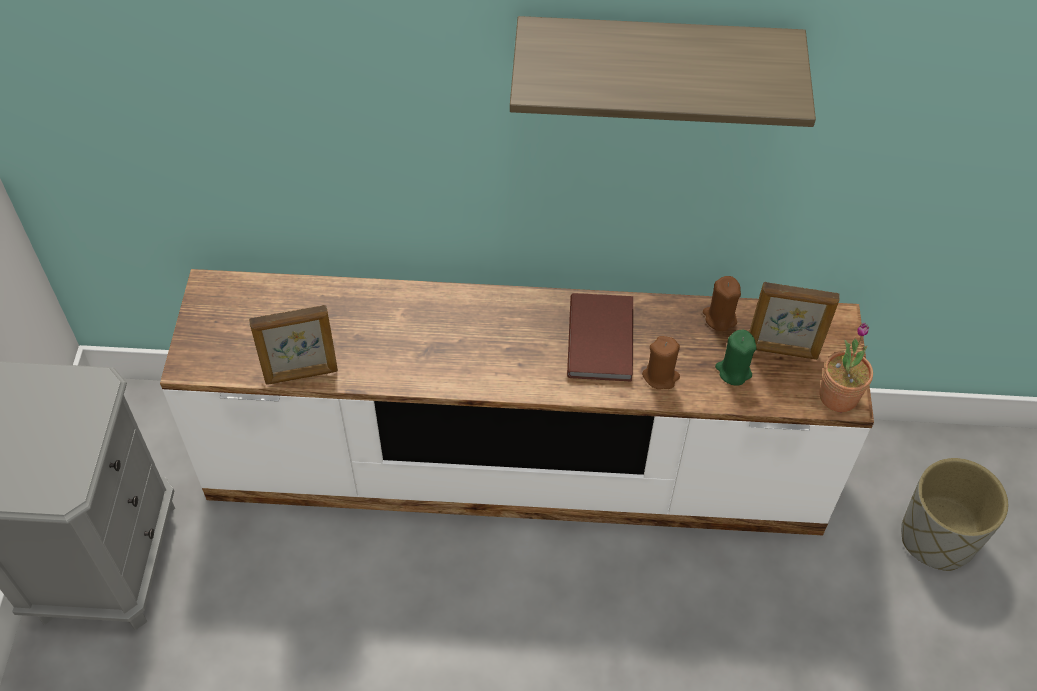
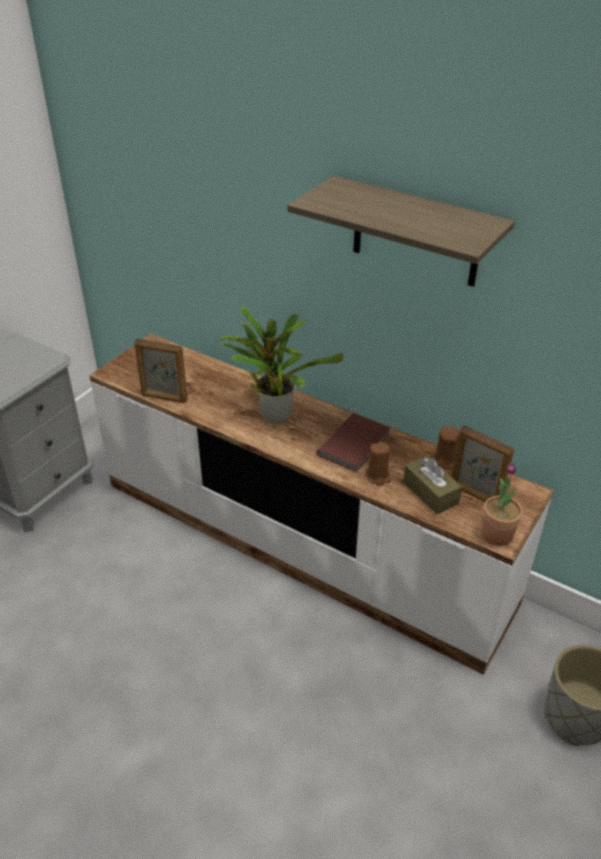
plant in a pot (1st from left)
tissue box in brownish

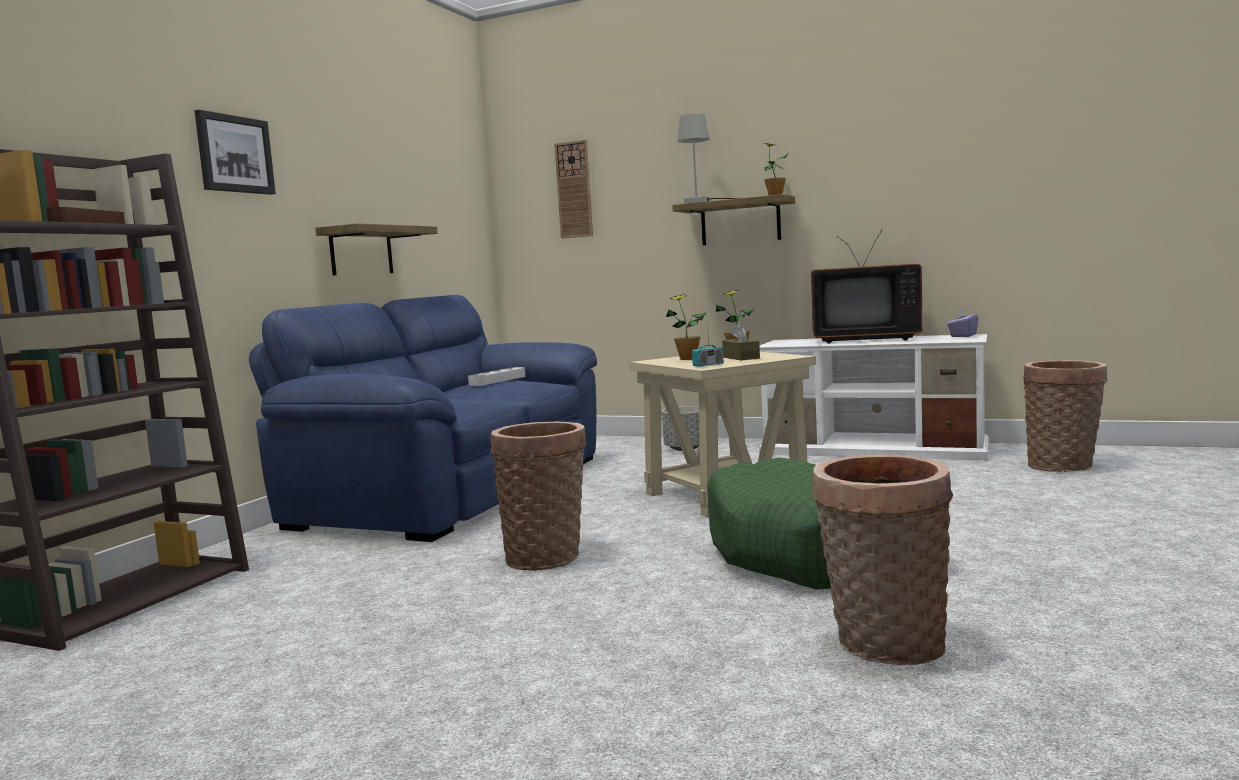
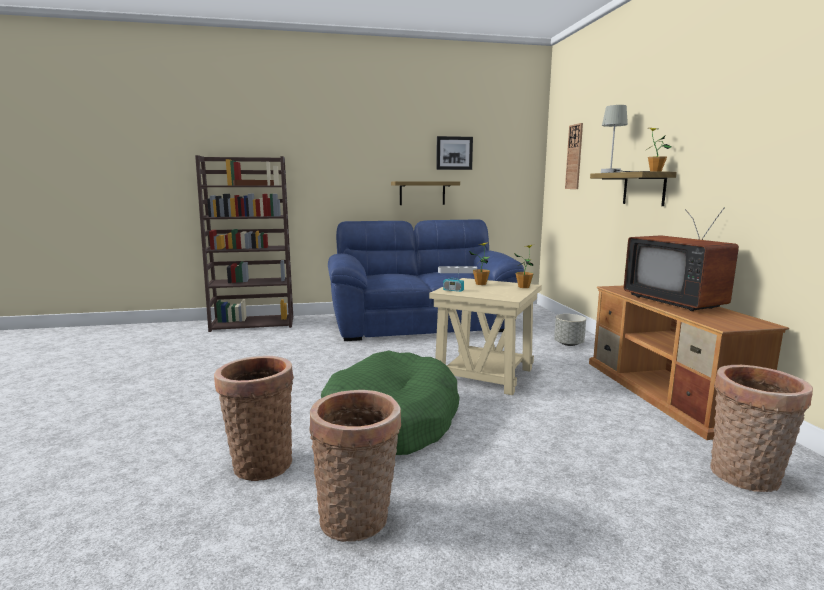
basket (2nd from left)
picture
media console in brownish
tissue box in brownish
tissue box in purple-coloured

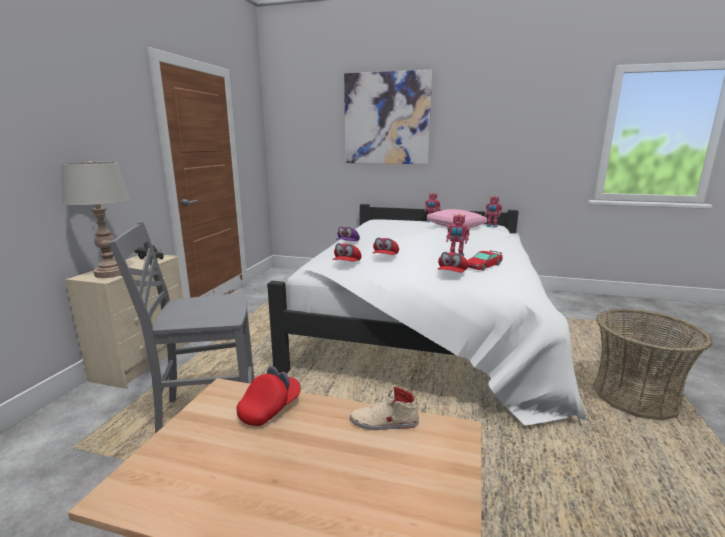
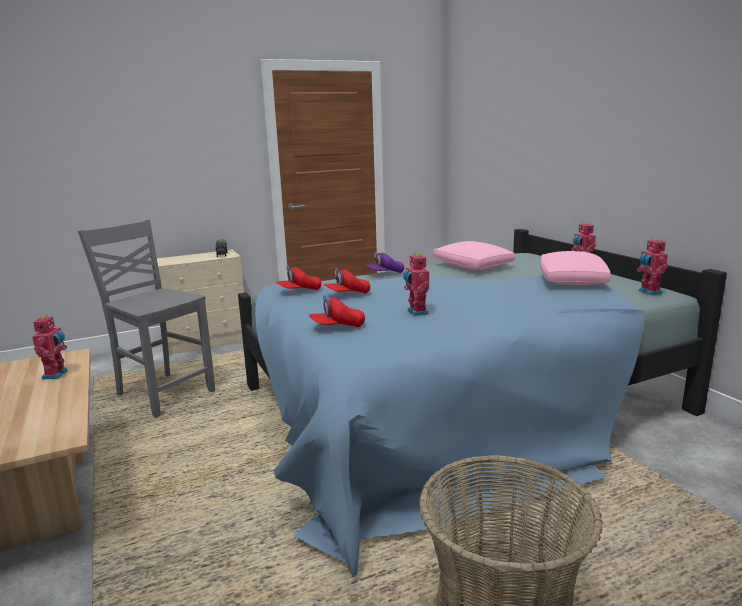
model robot (1st from left)
bedroom bed in bluish
throw pillow in pink-coloured (1st from left)
tabletop lamp in greyish
picture
item of footwear in beige
model car

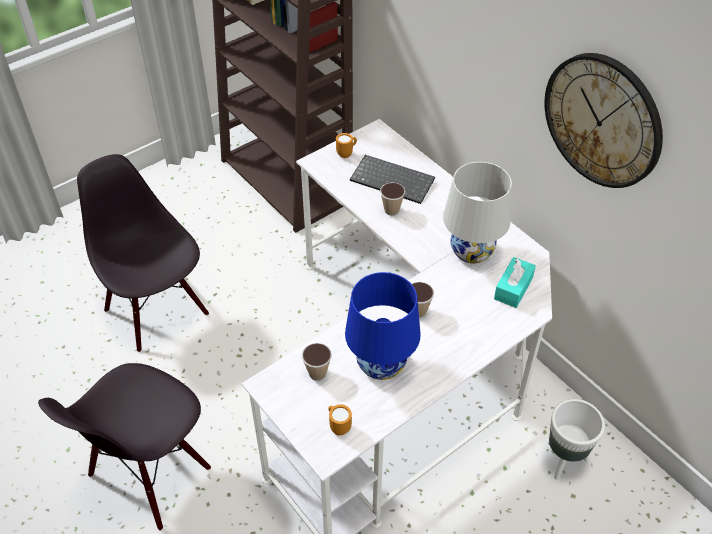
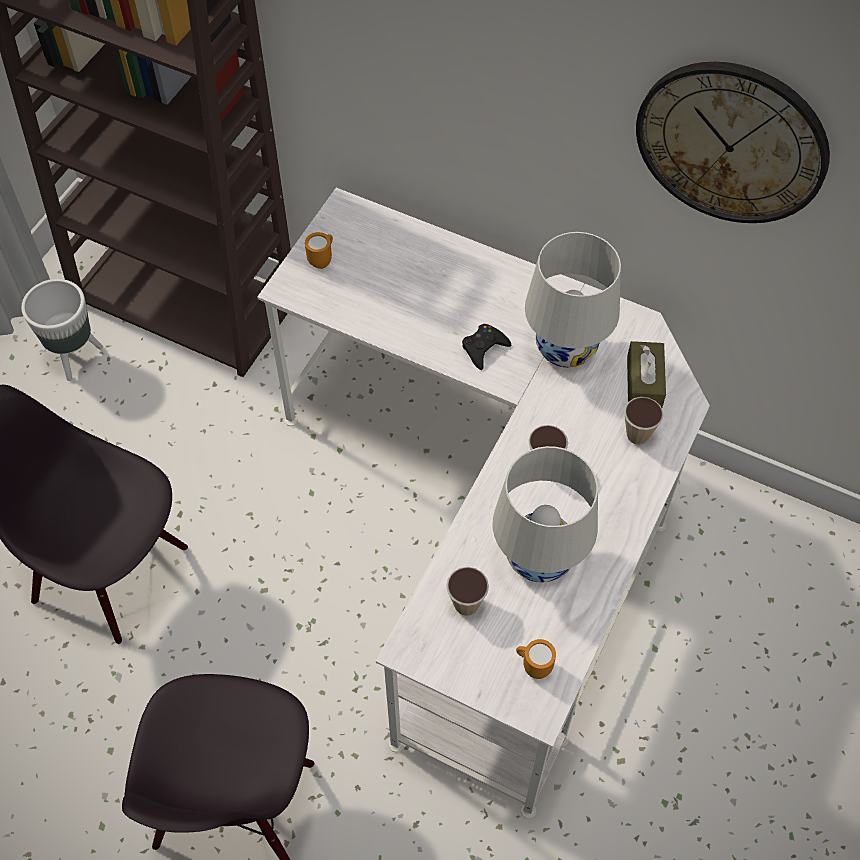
flower pot in whitish
gamepad in blackish
tabletop lamp in whitish (1st from left)
cup (3rd from left)
tissue box in brownish
PC keyboard

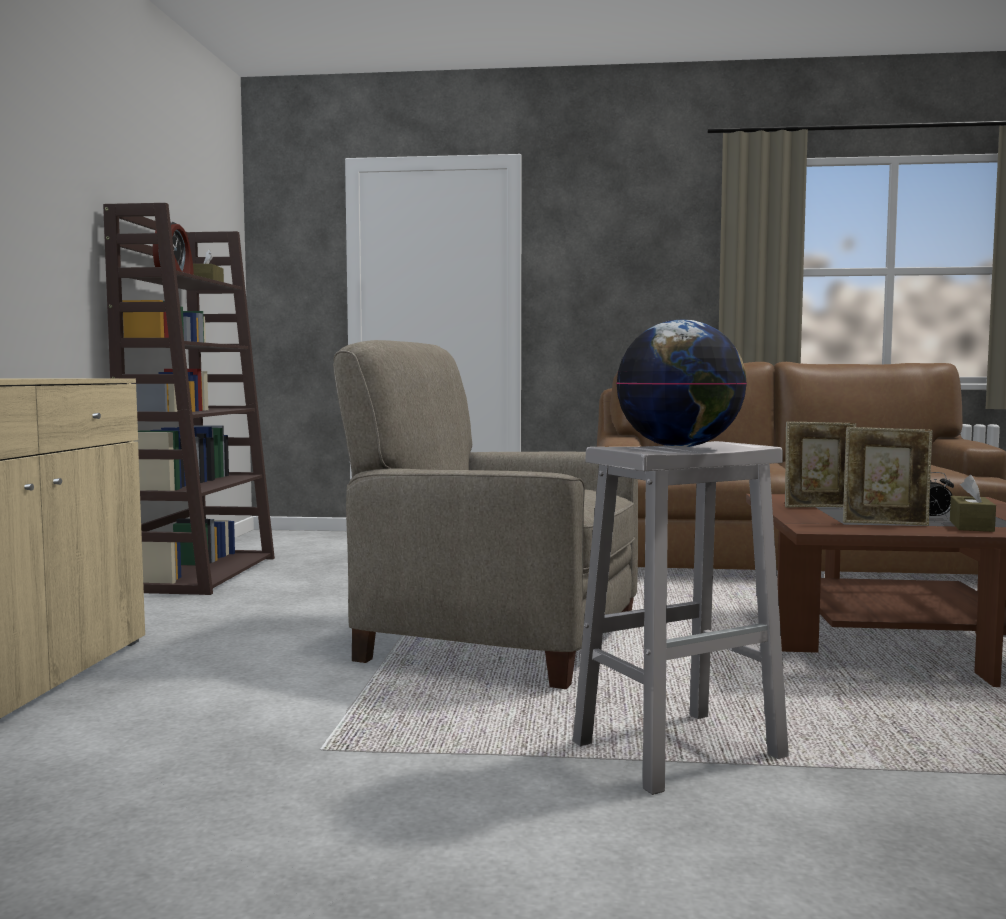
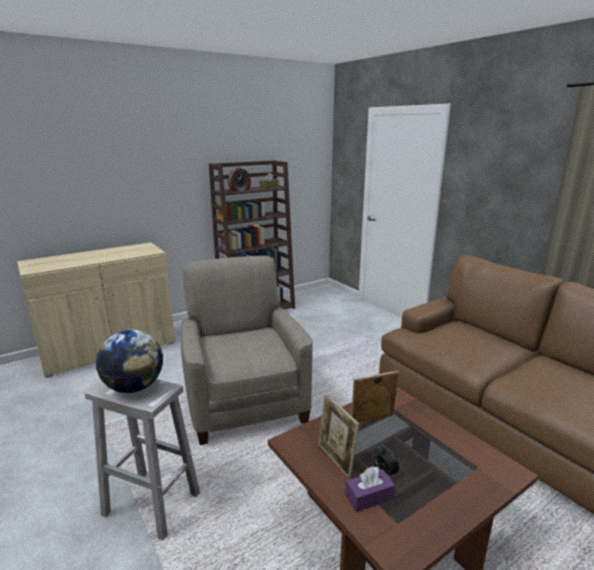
tissue box in purple-coloured
picture frame (2nd from left)

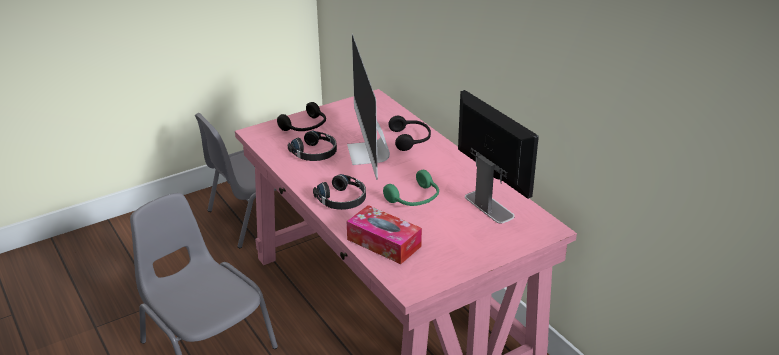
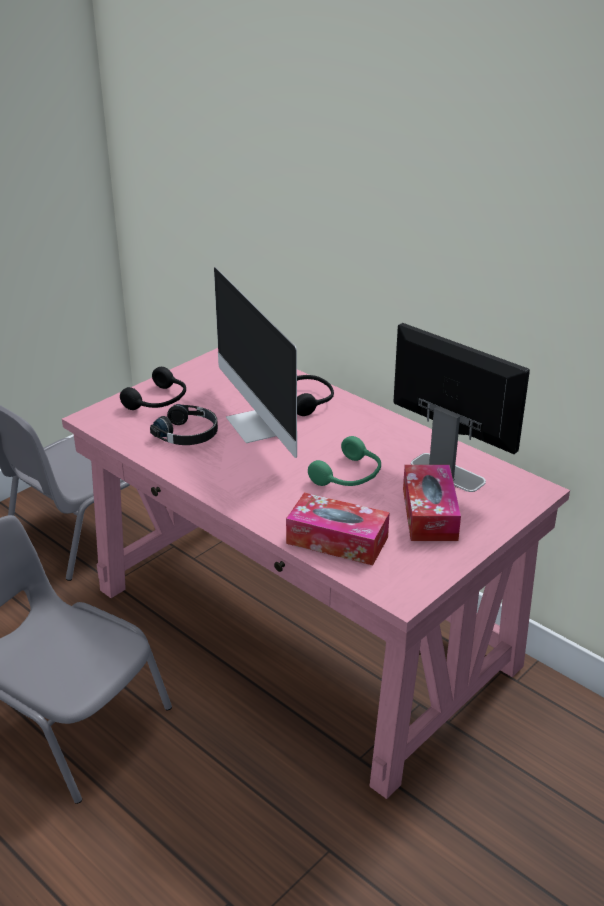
tissue box (2nd from left)
headset in blackish (3rd from left in the first image)

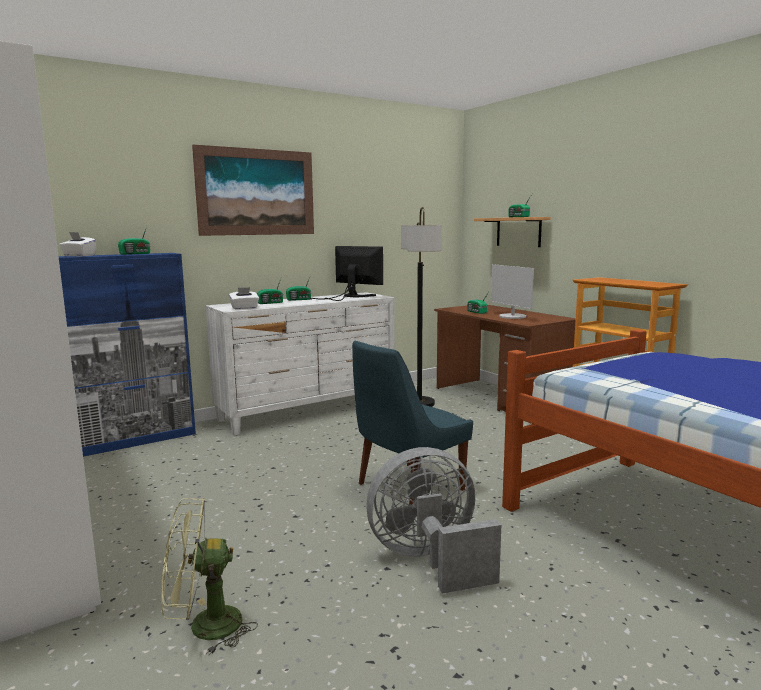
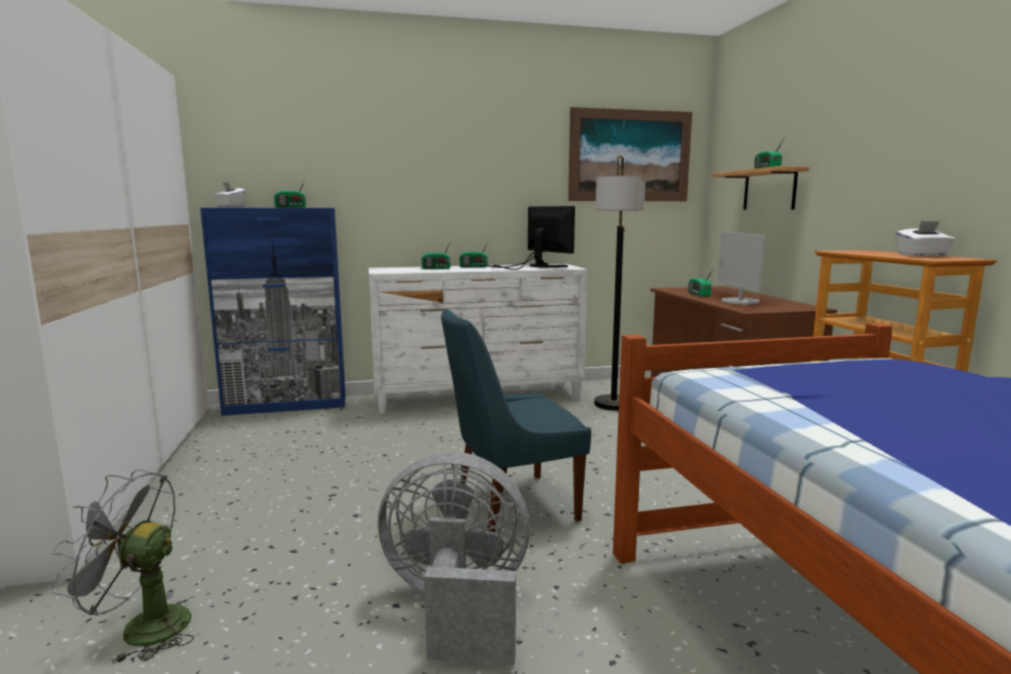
cooling fan in greyish (1st from left)
picture
tissue box in whitish (2nd from left)

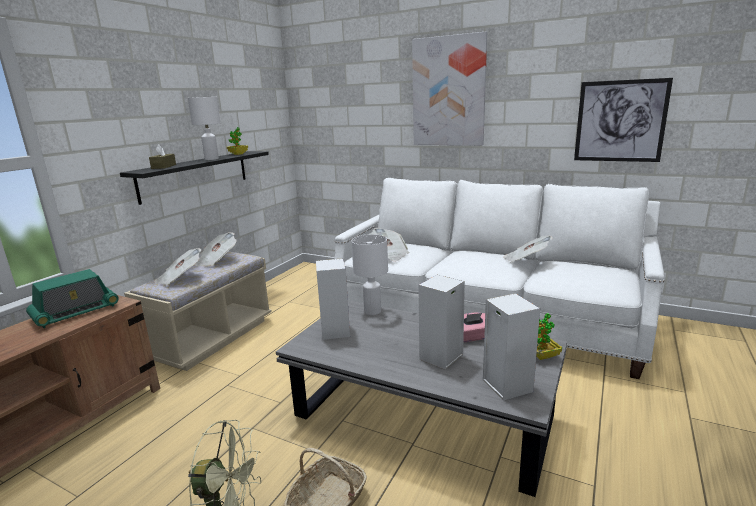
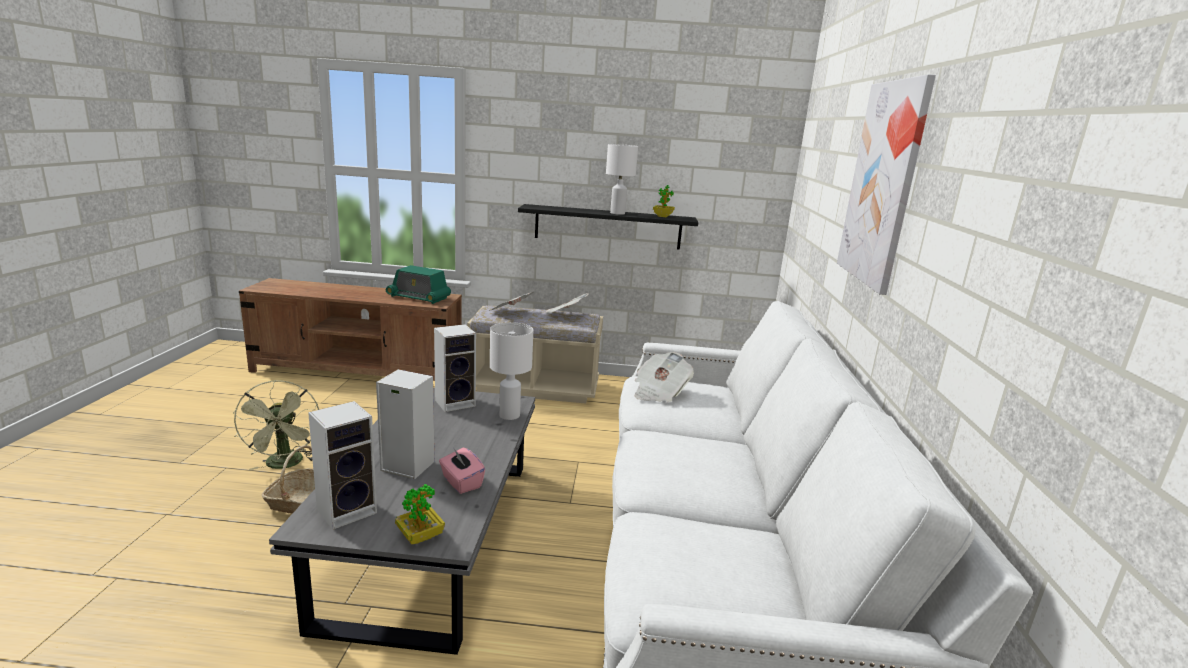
tissue box in brownish
printed paper (4th from left in the first image)
picture (2nd from left in the first image)

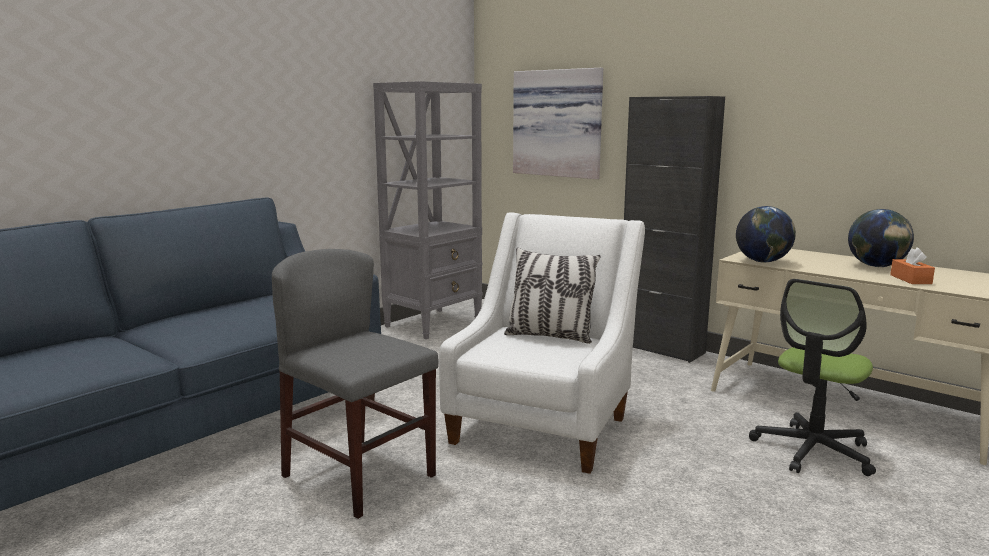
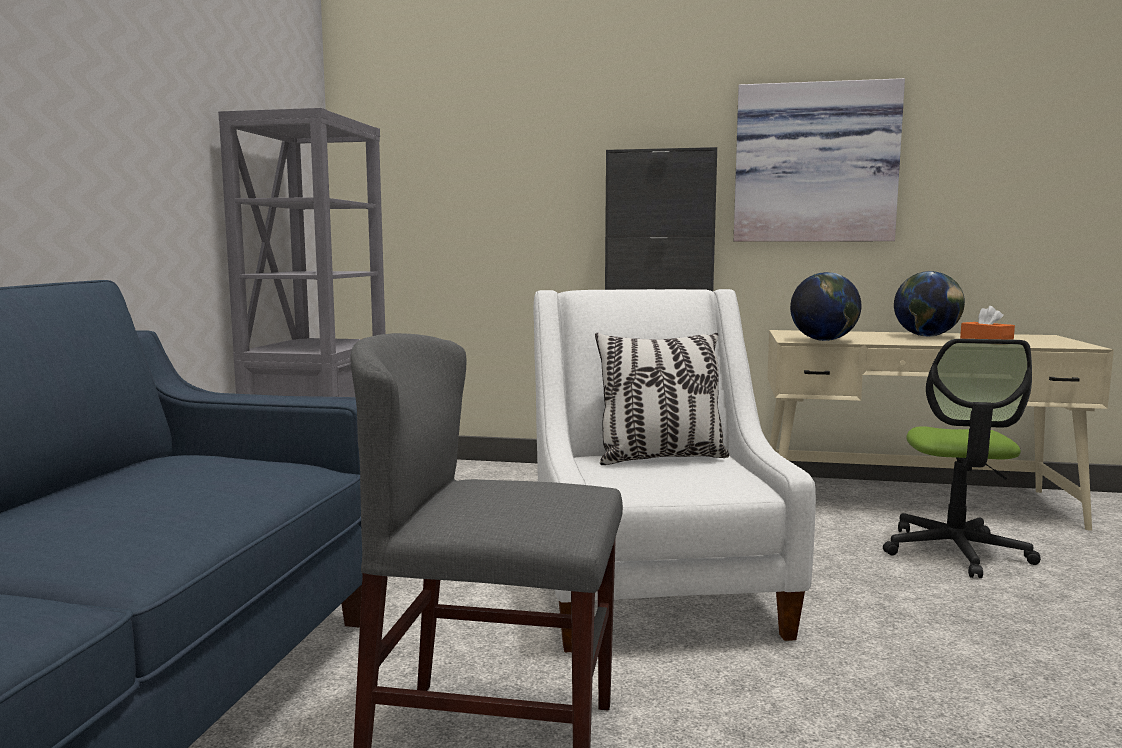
picture

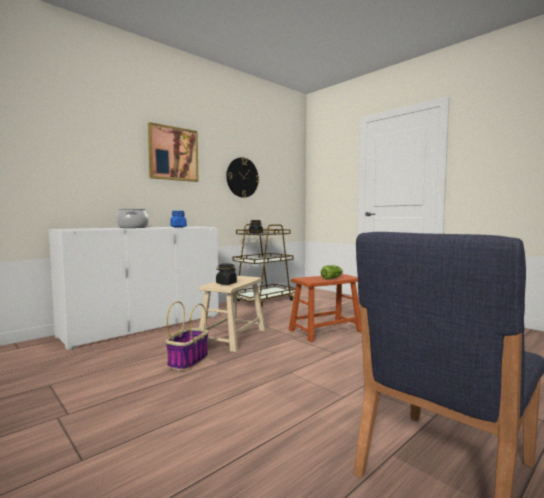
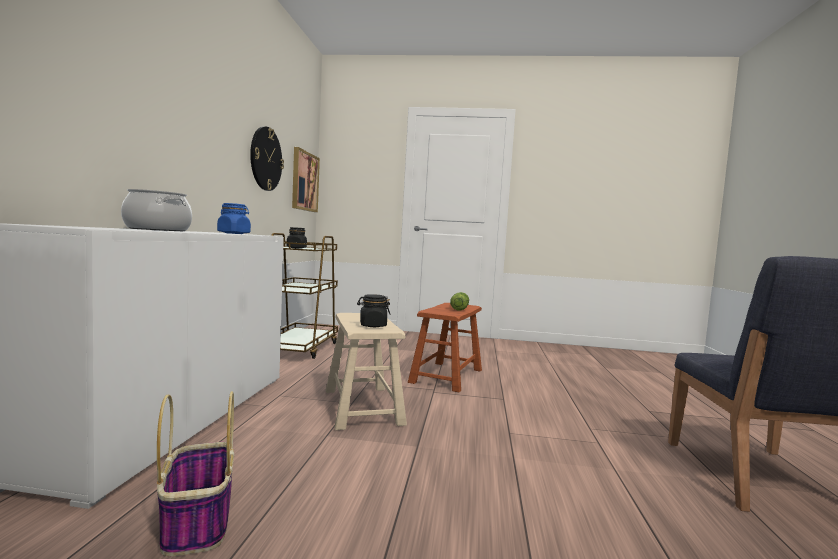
basket
picture

